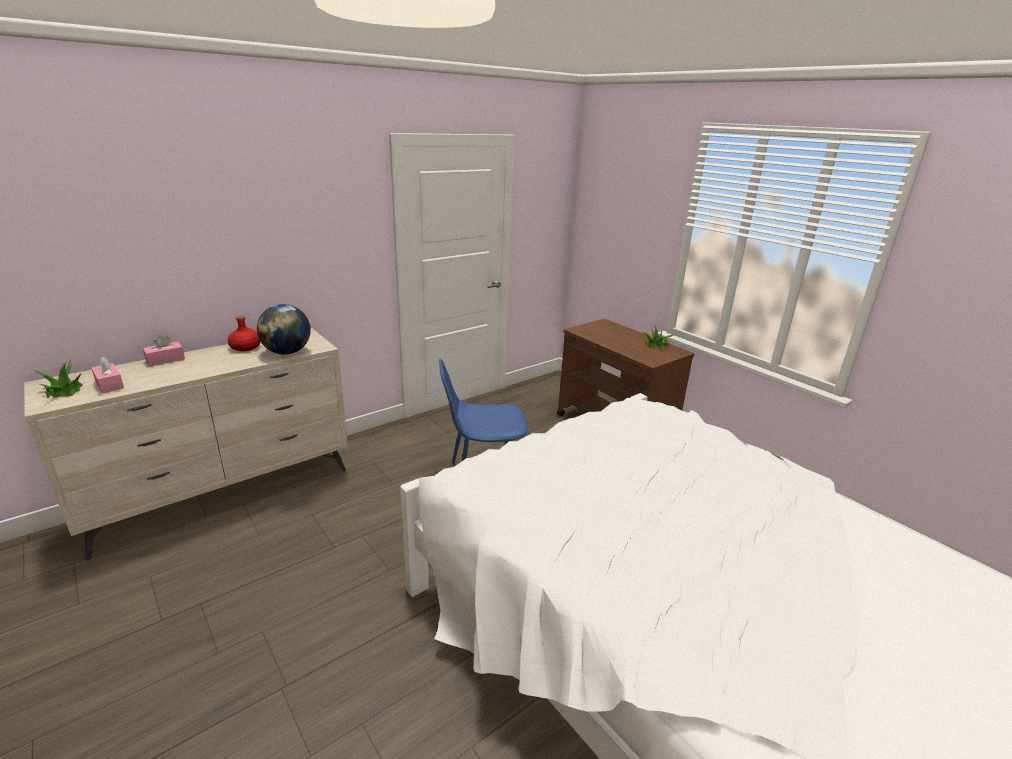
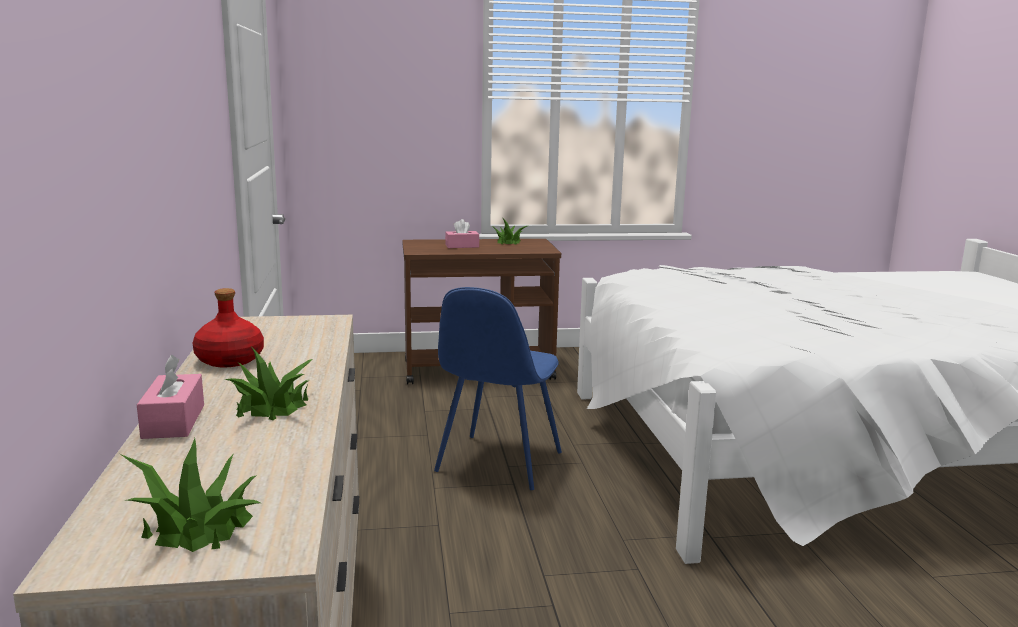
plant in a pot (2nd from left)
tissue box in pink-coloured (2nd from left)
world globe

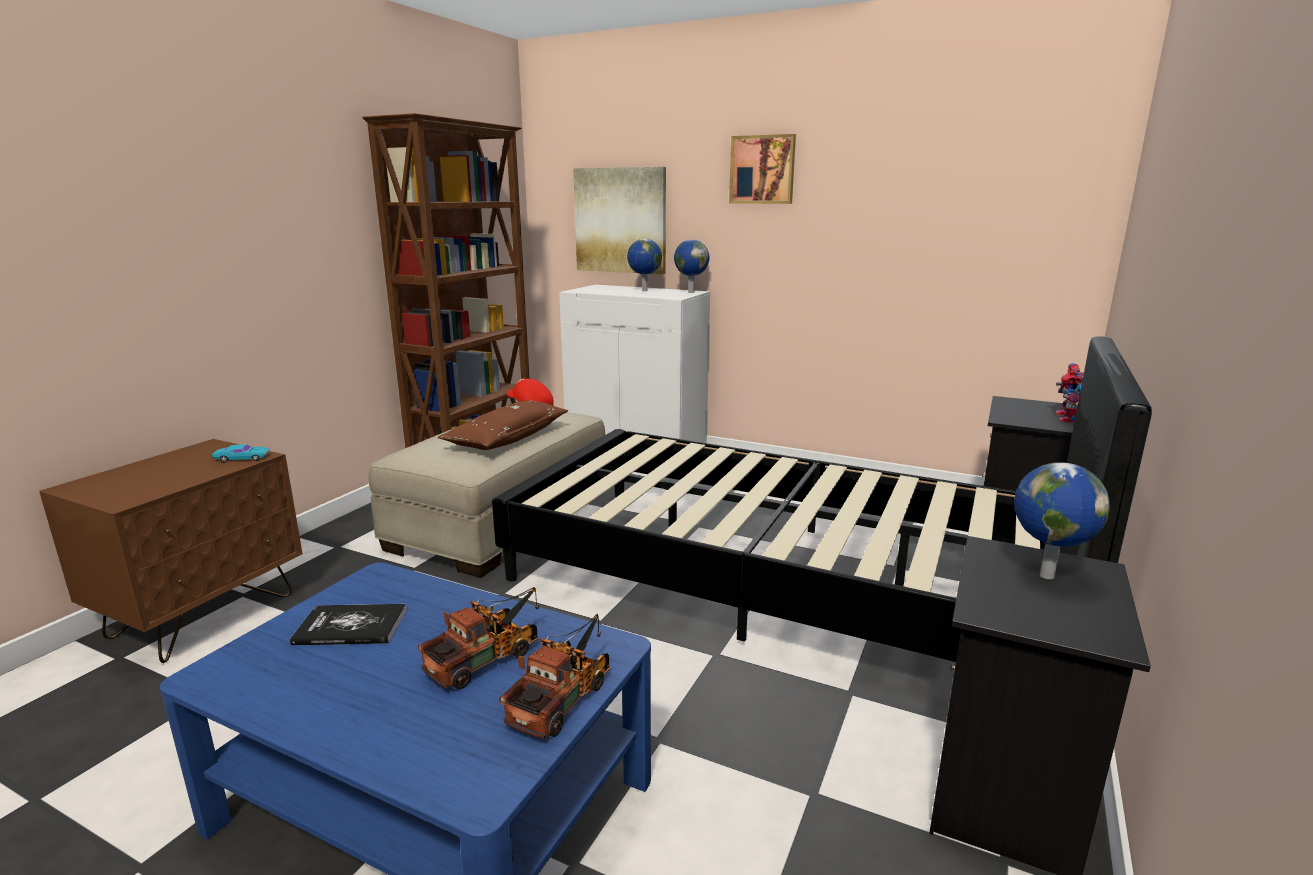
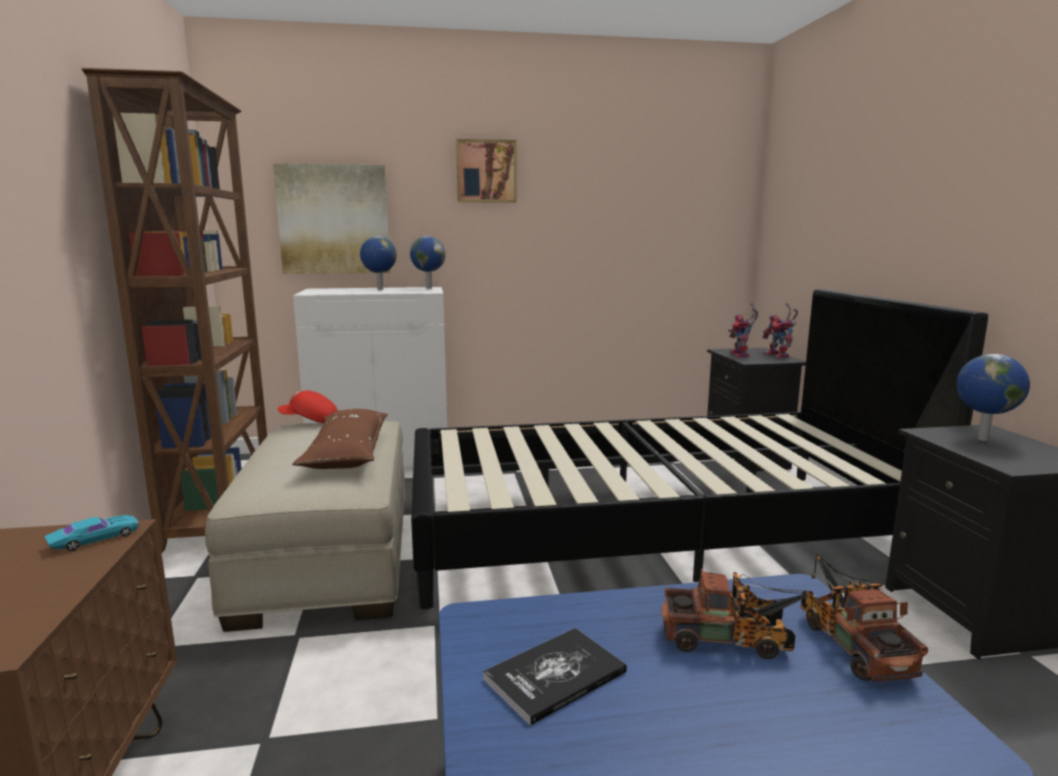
toy lorry (1st from left)
model robot (1st from left)

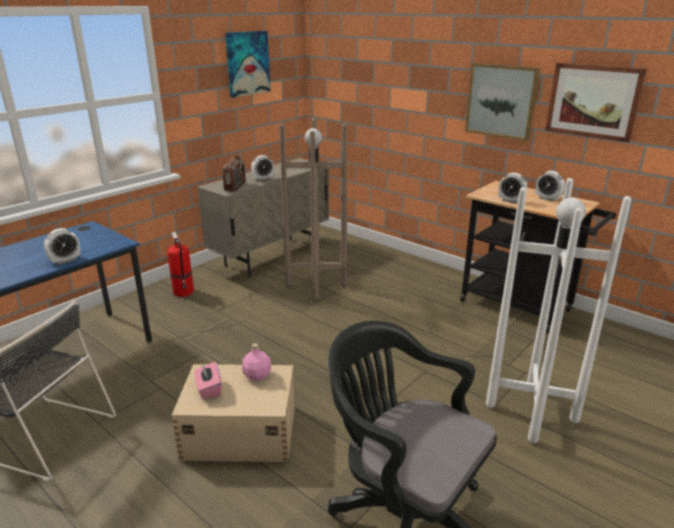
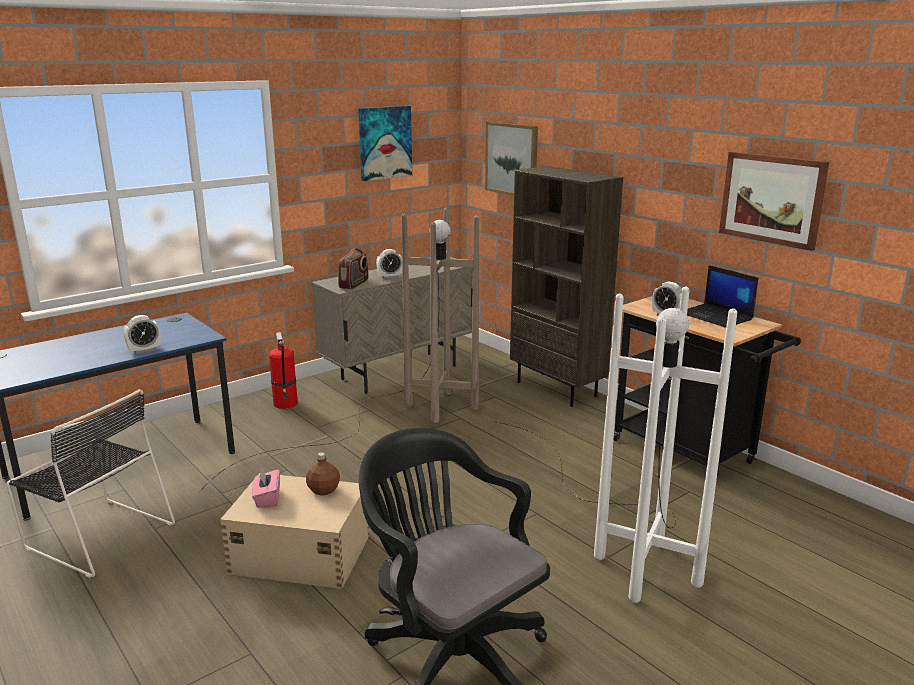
beverage bottle in brownish
picture (2nd from left)
bookcase in brownish
laptop

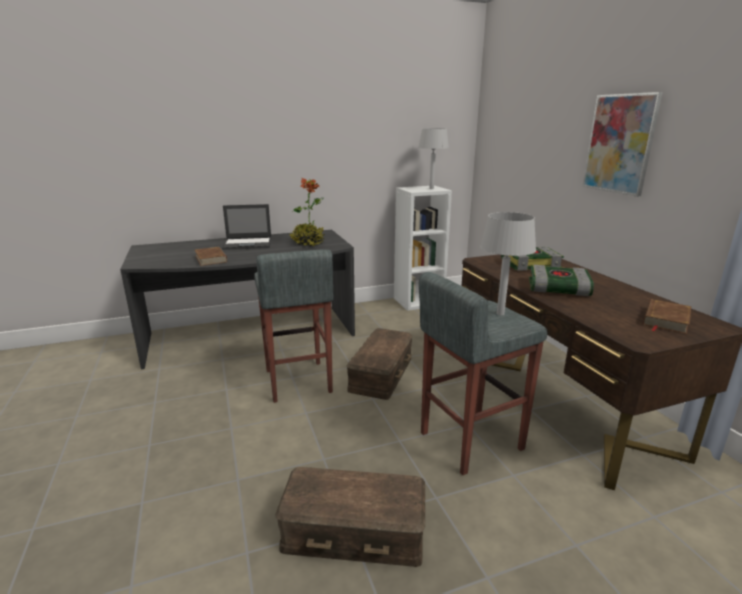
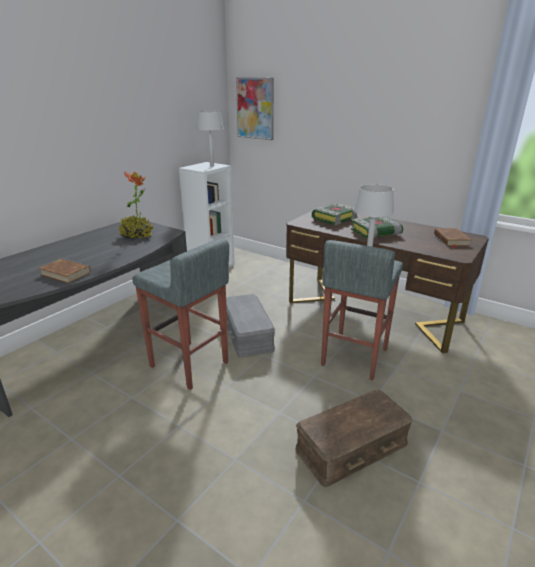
storage box in greyish
picture
laptop

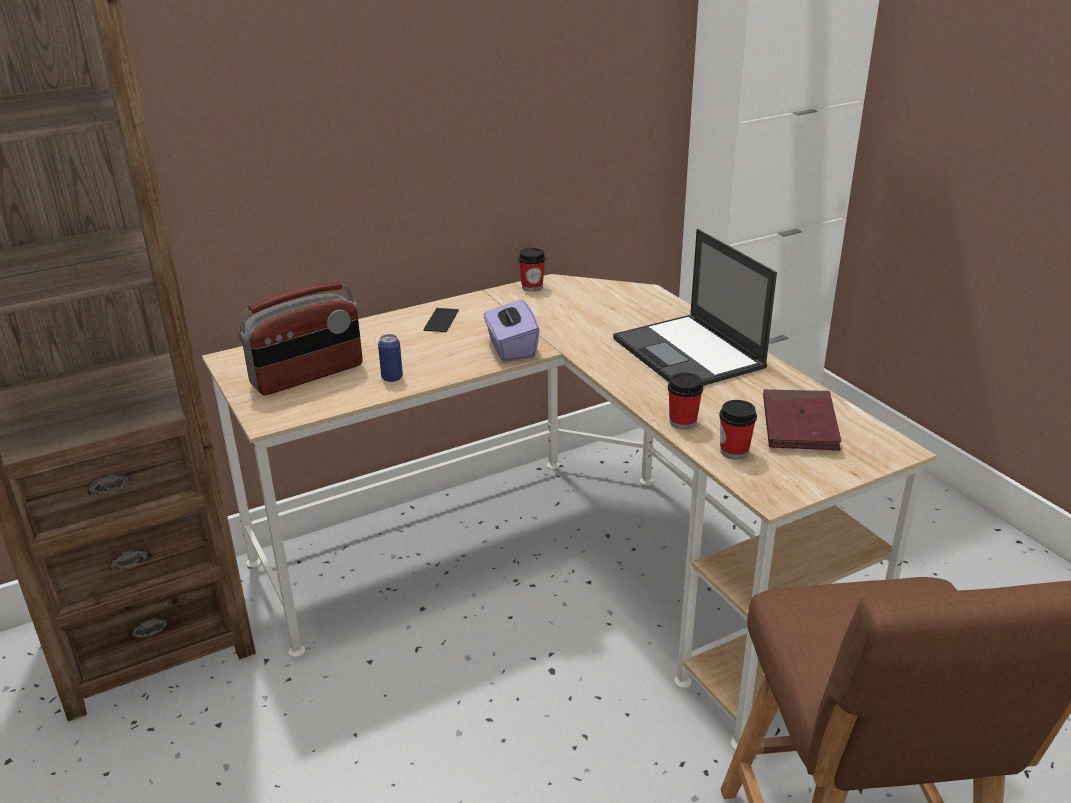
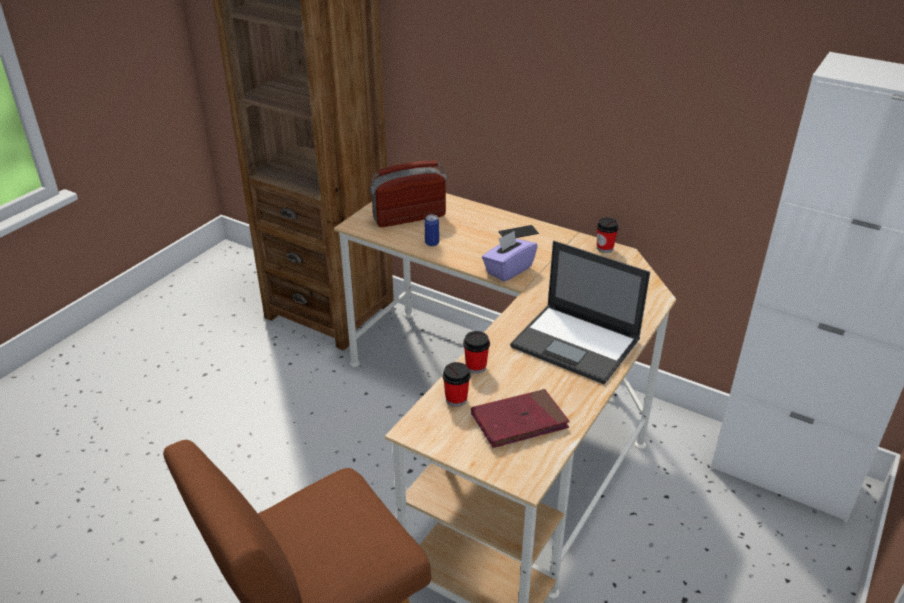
radio receiver
laptop

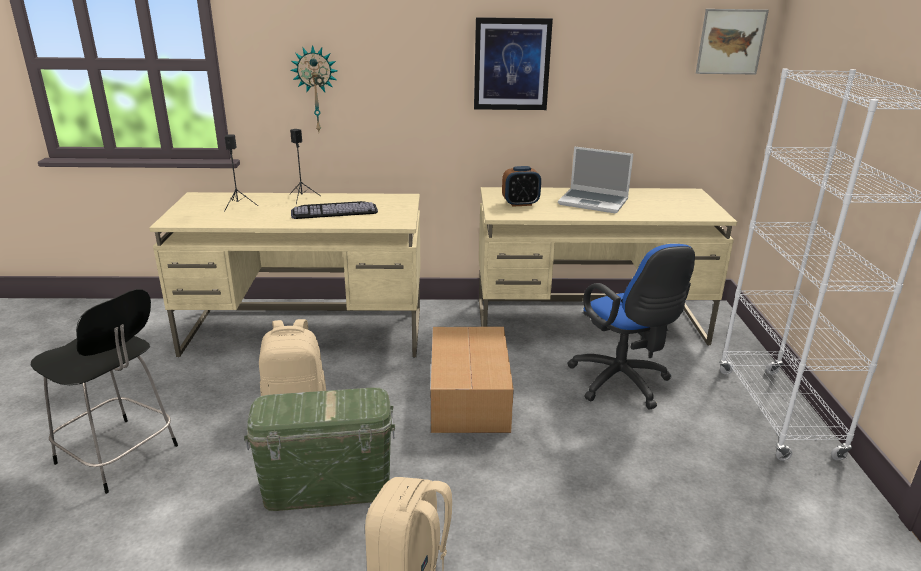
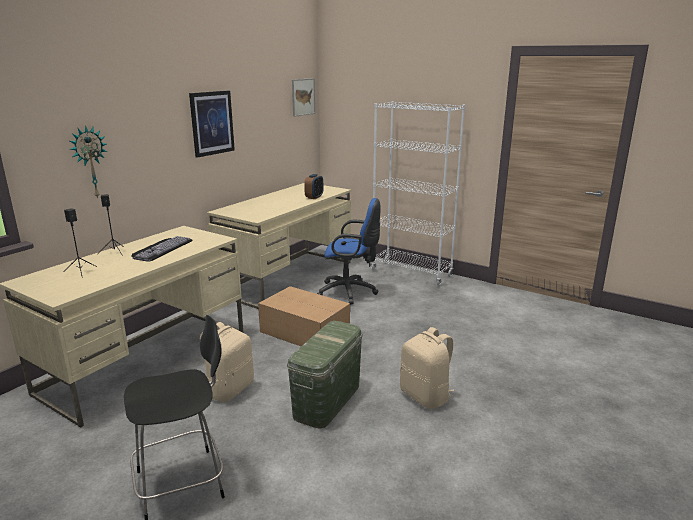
bedside clock
laptop

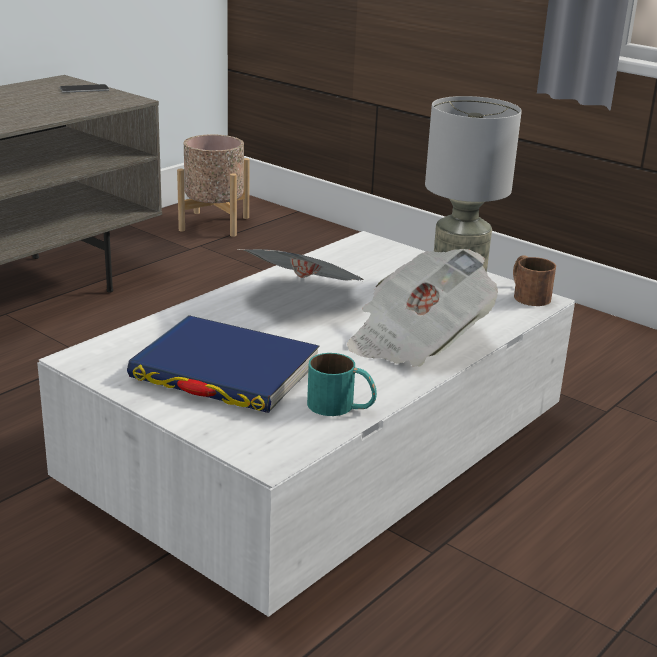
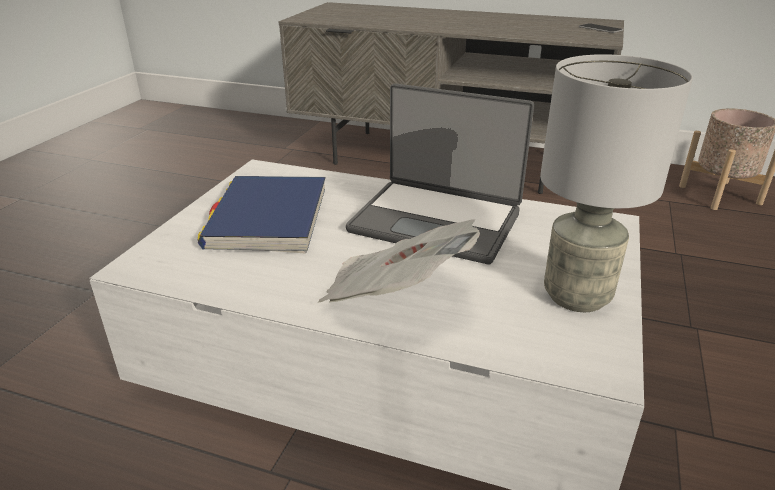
laptop
tea mug in turquoise-coloured
tea mug in brownish

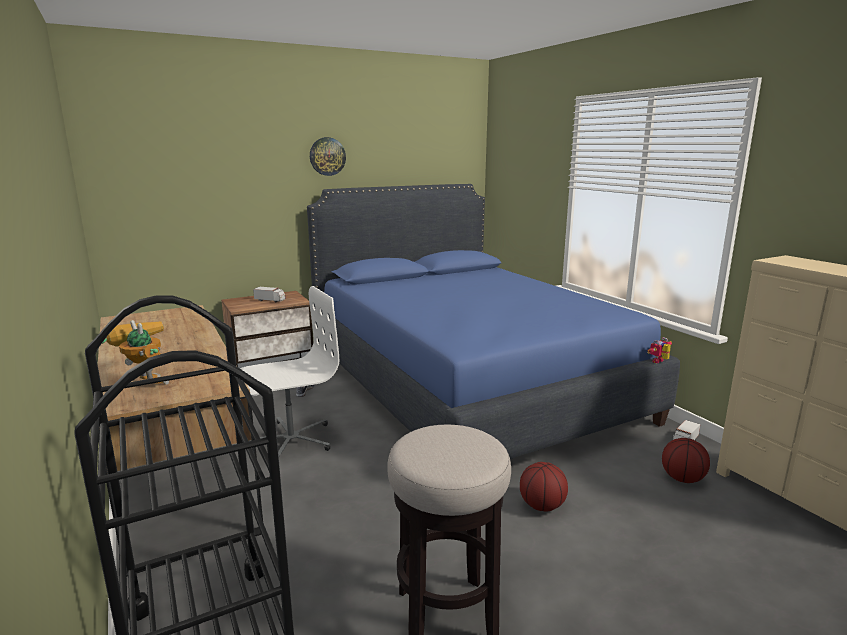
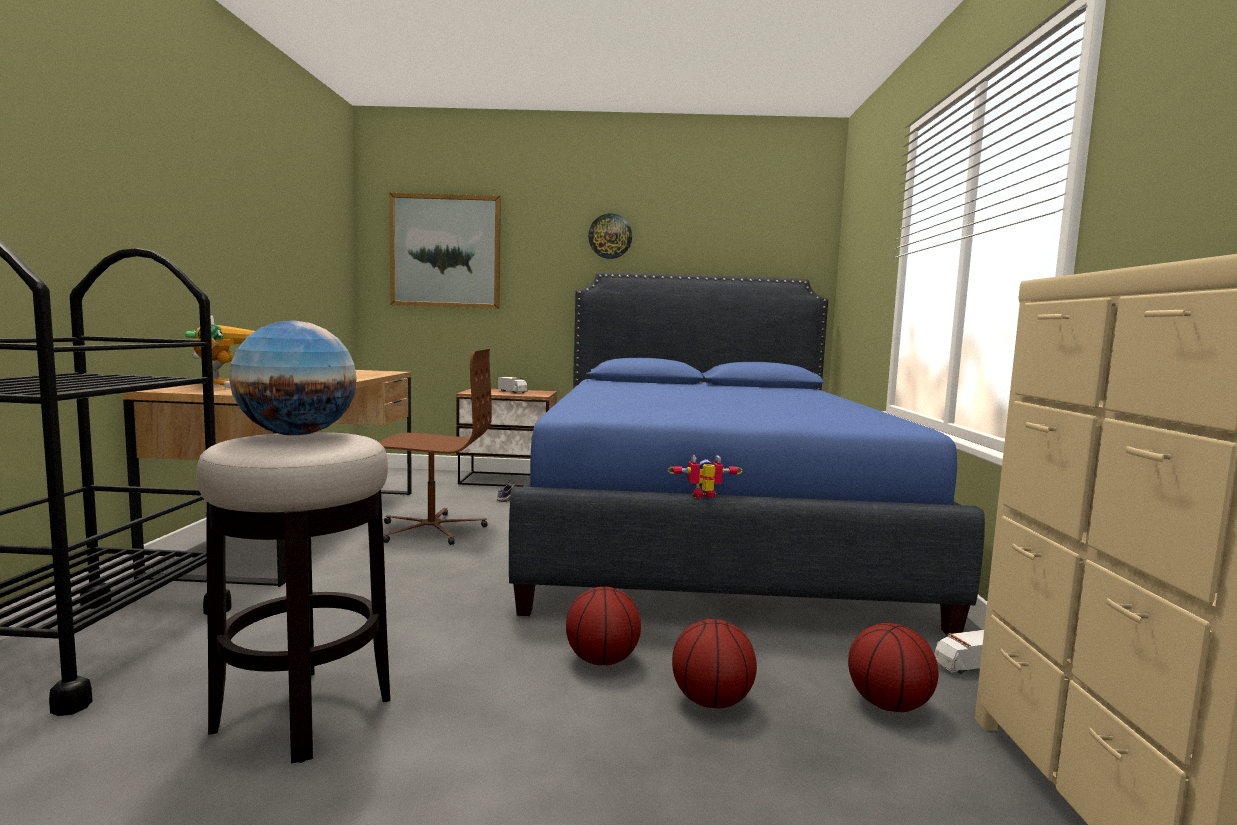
world globe
office chair in brownish
picture
model robot (2nd from left)
basketball (2nd from left)

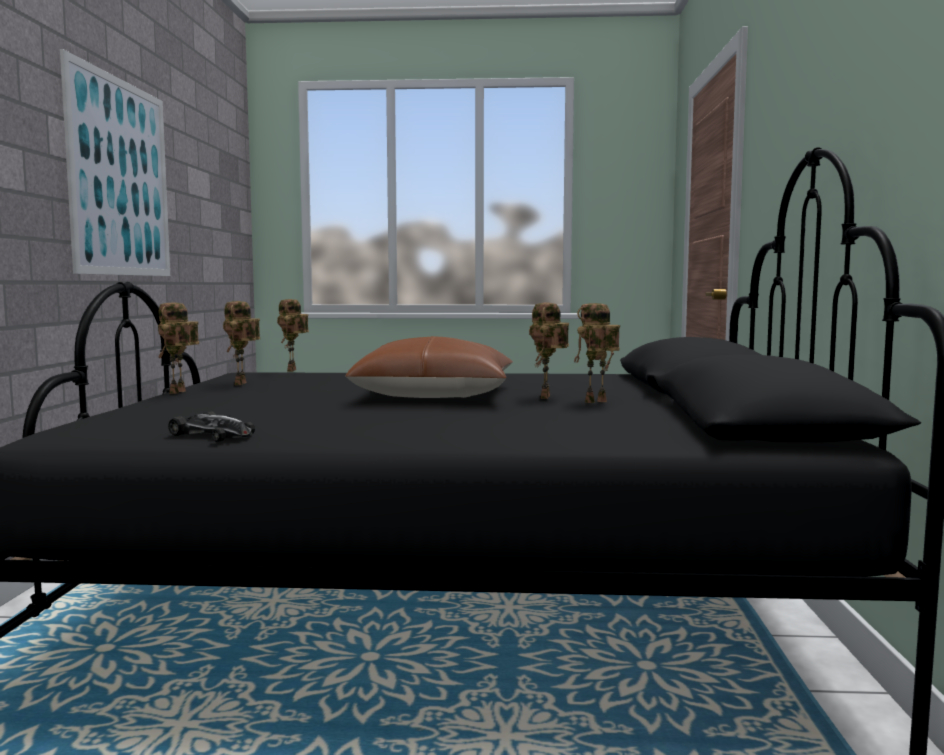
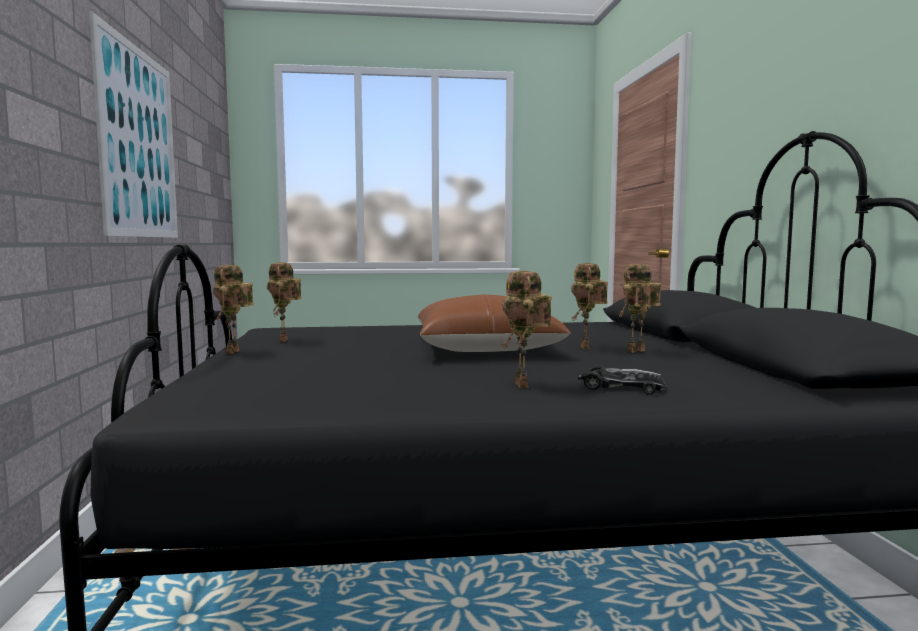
model robot (3rd from left)
model car

